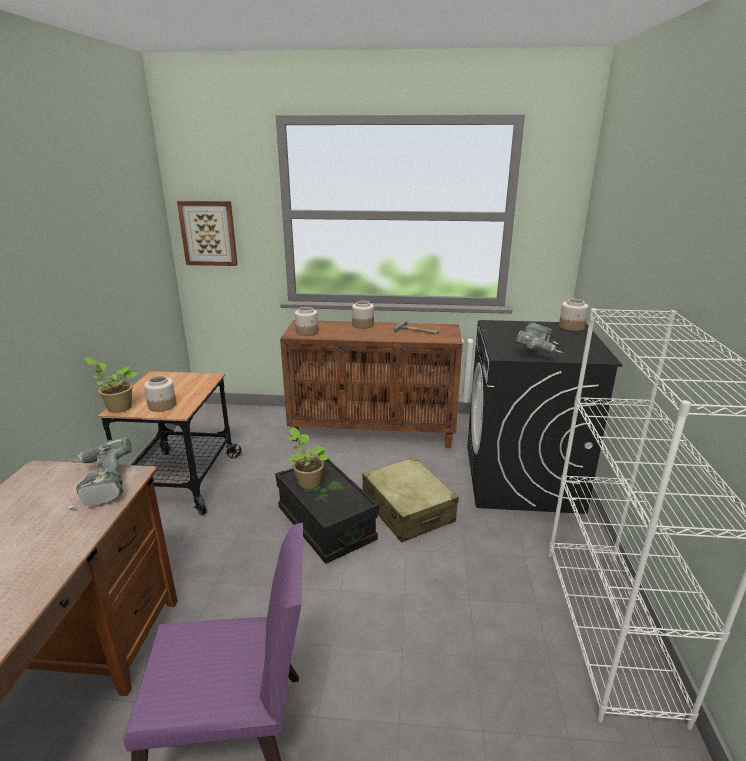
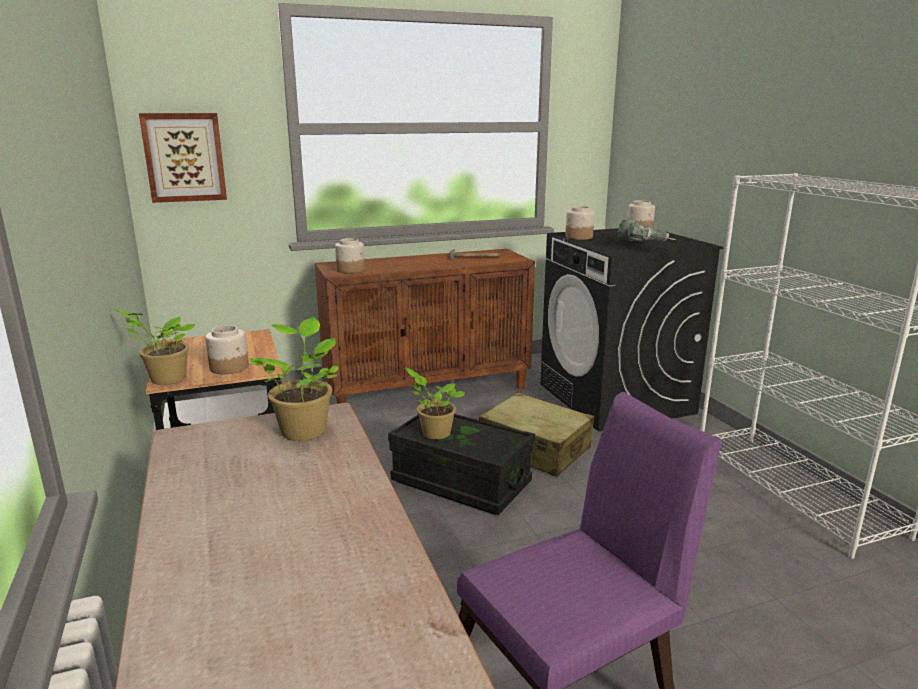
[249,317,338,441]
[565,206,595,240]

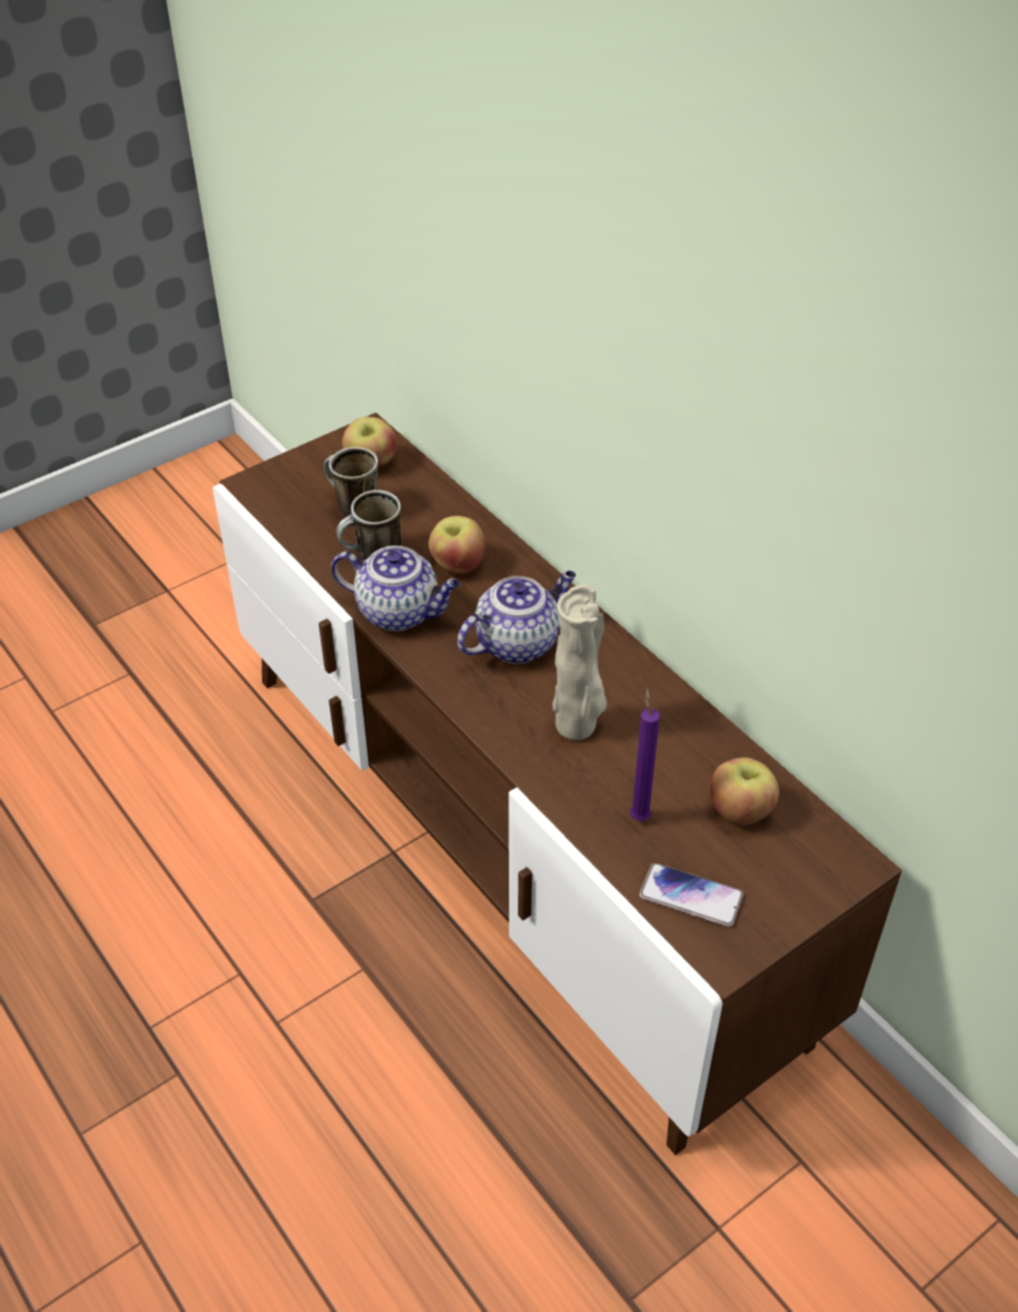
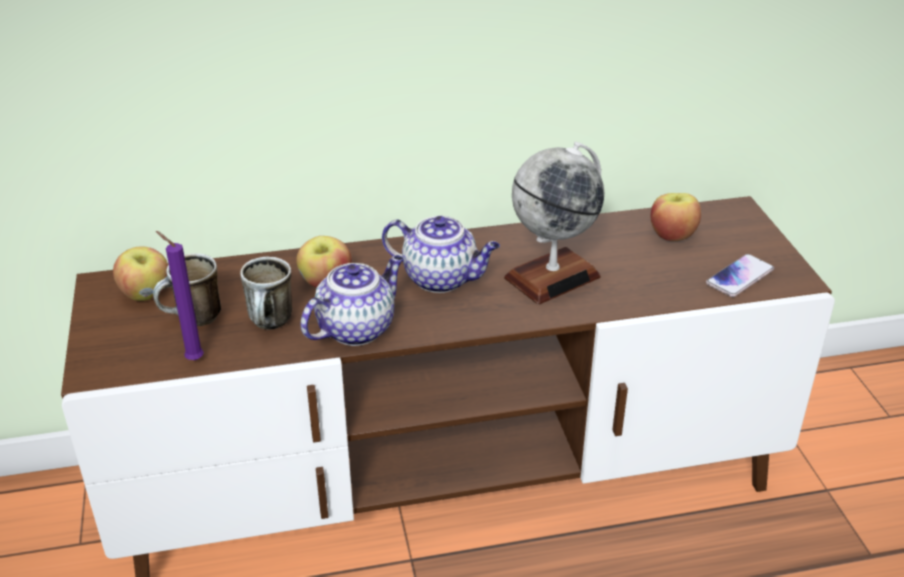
[156,231,204,360]
[382,216,500,293]
[504,142,605,305]

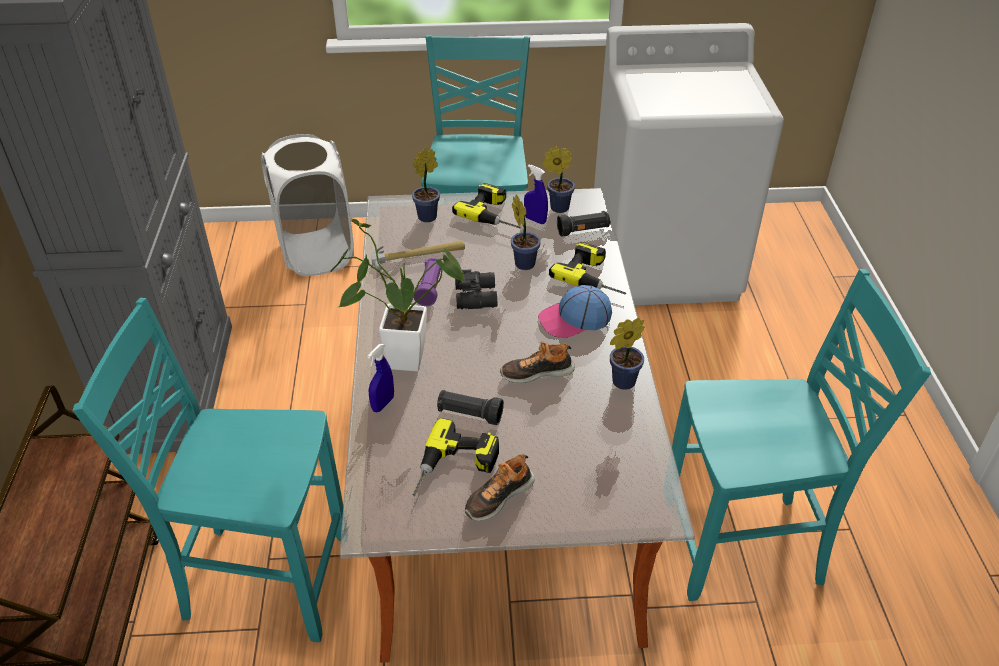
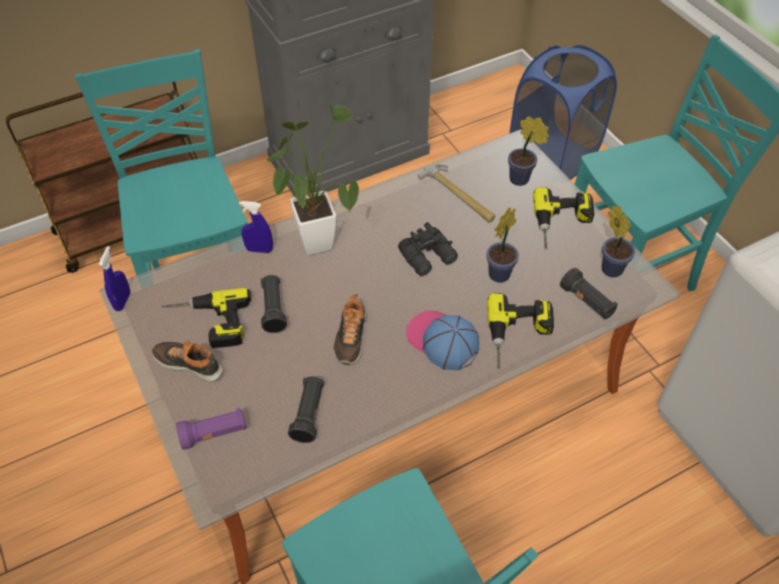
[99,246,130,311]
[176,407,247,450]
[288,376,324,443]
[333,294,367,365]
[509,45,617,180]
[610,318,645,390] (first image)

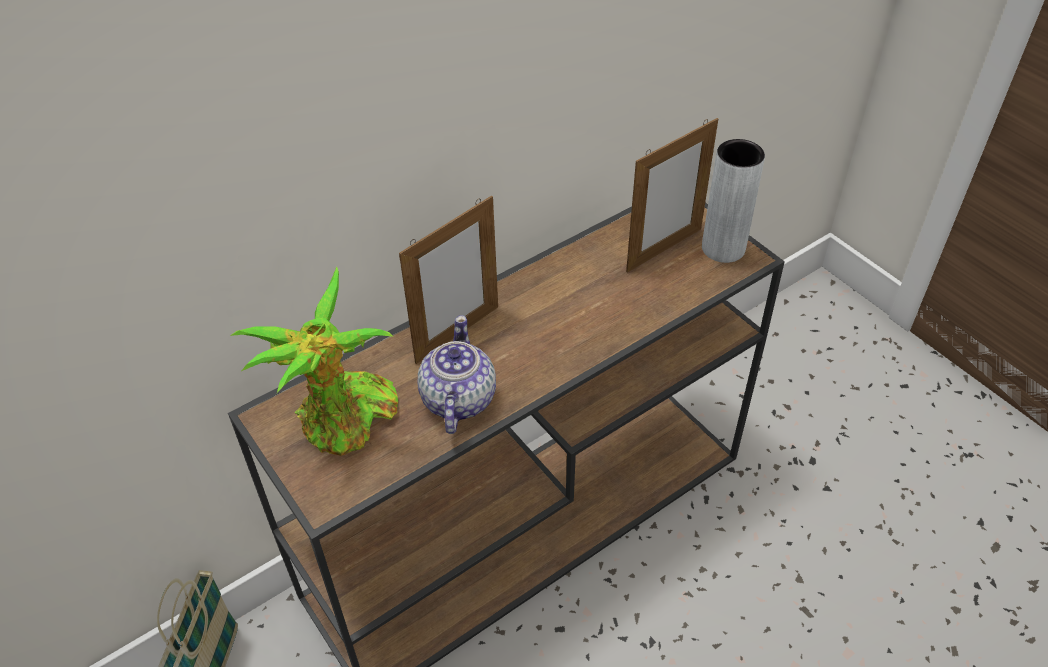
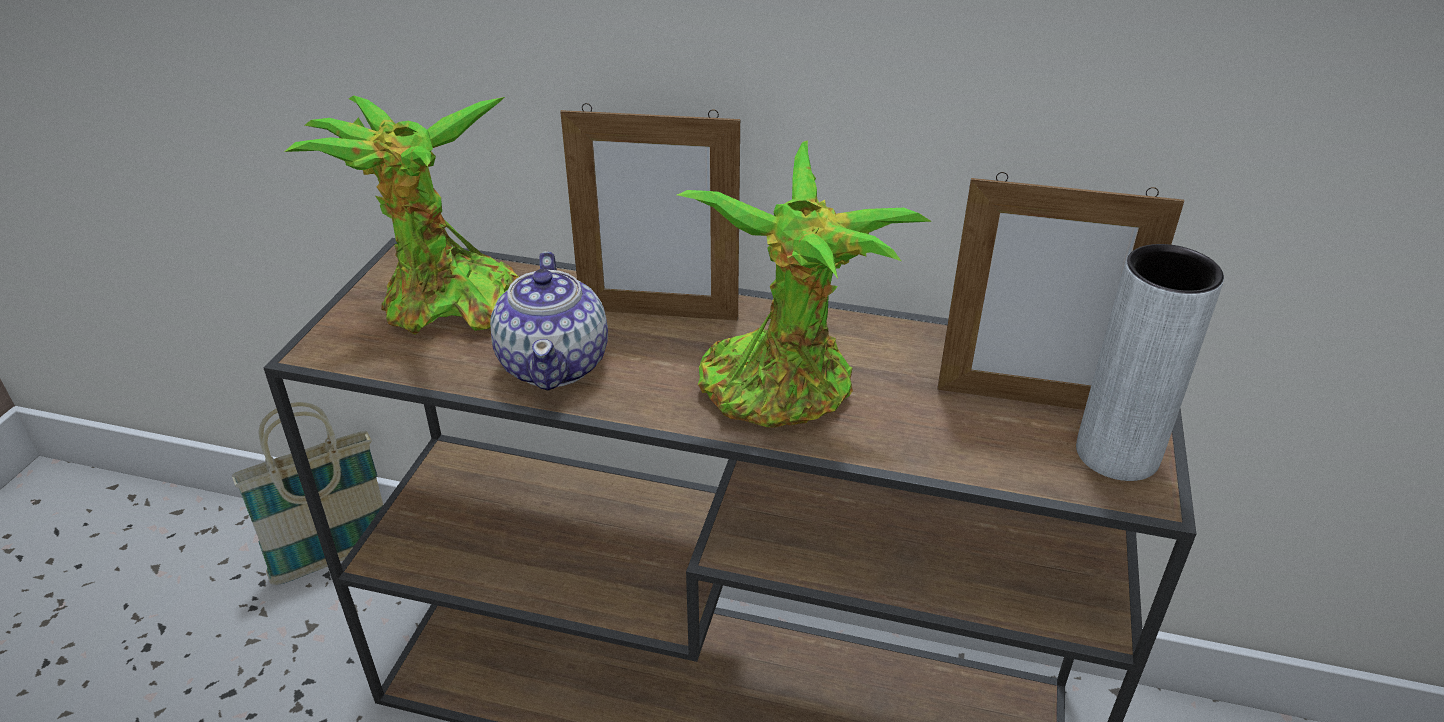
[490,252,608,391]
[677,140,932,428]

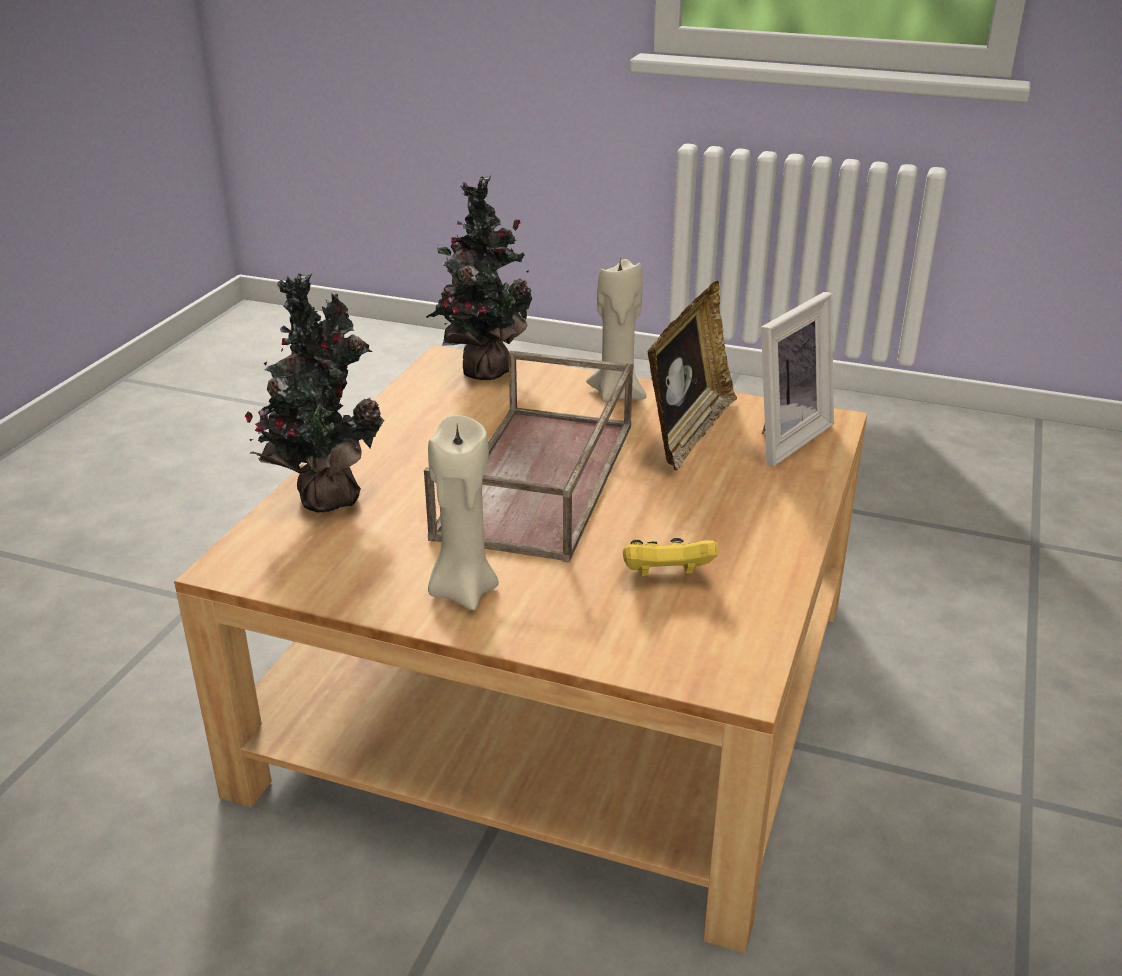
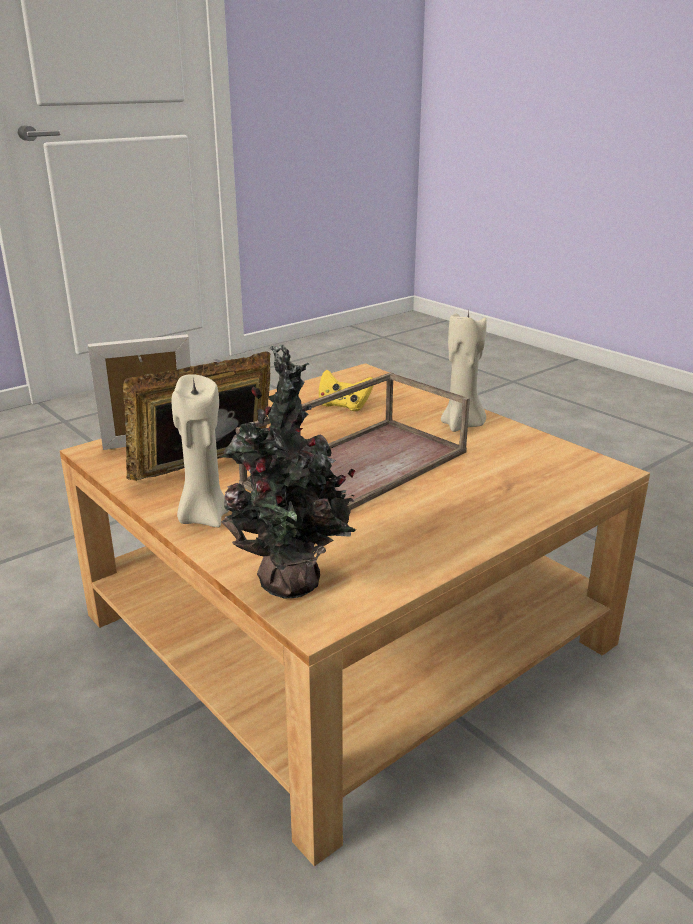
[245,273,385,513] (first image)

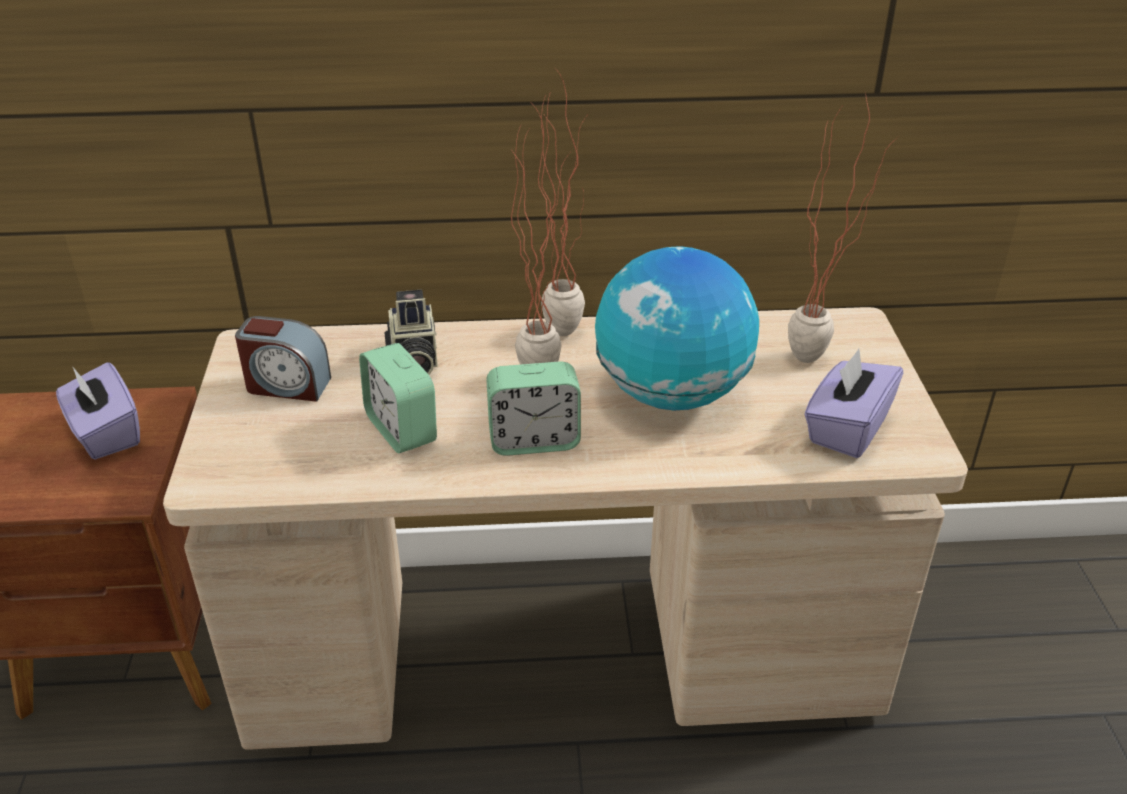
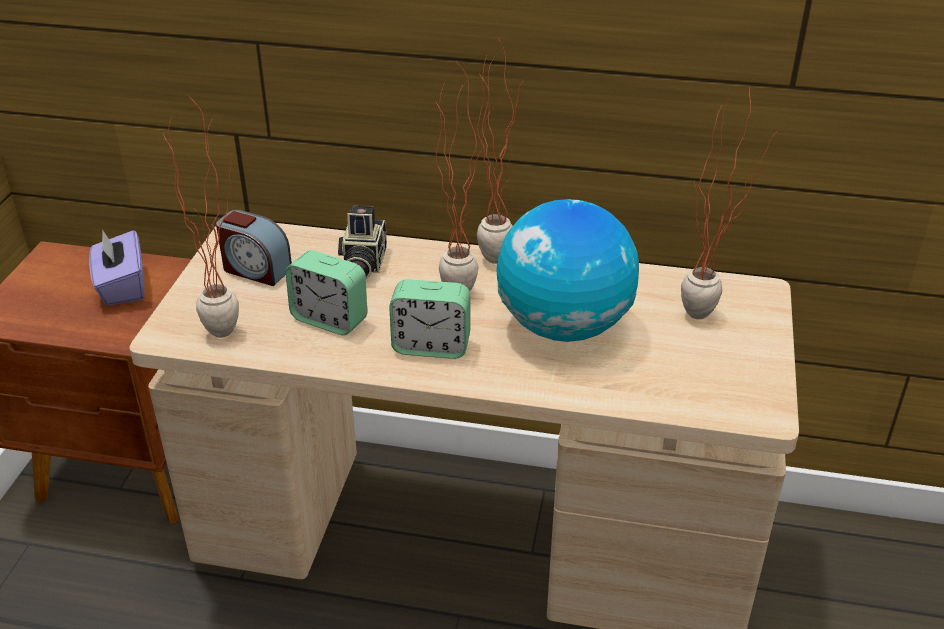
[163,101,239,338]
[286,250,367,335]
[804,349,903,458] (first image)

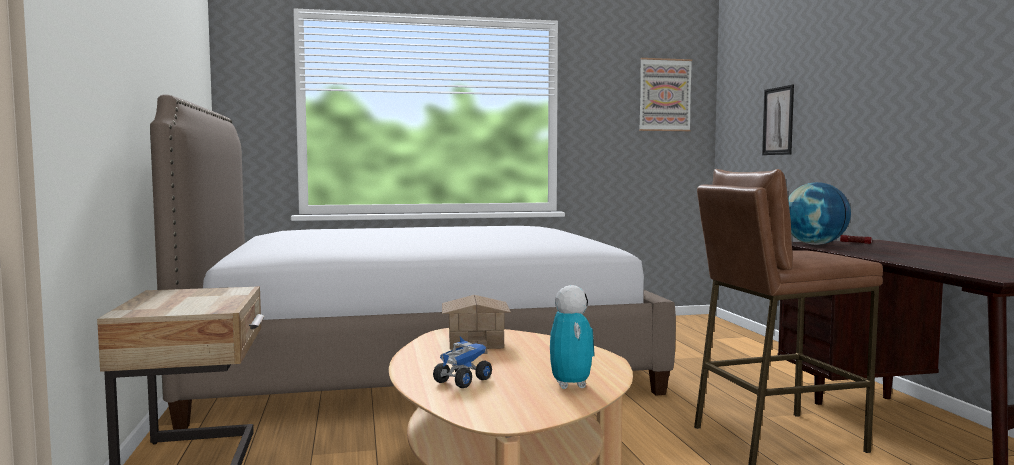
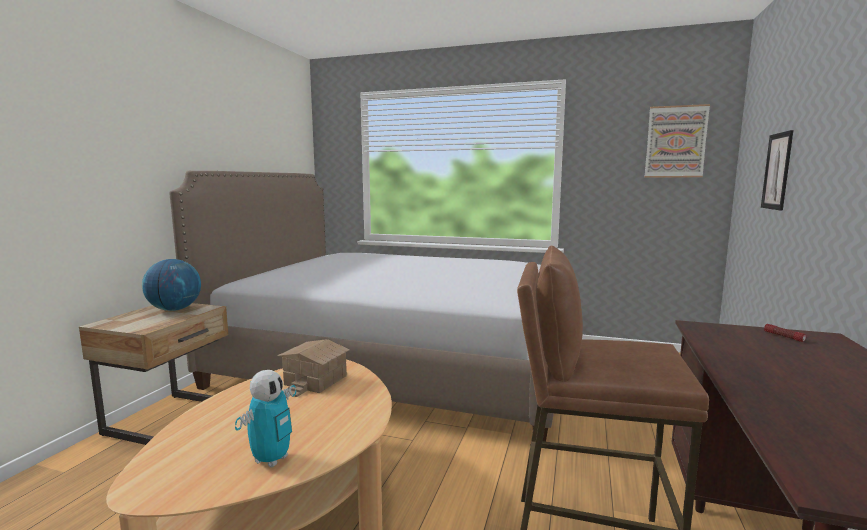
[142,259,201,311]
[433,337,492,388] (first image)

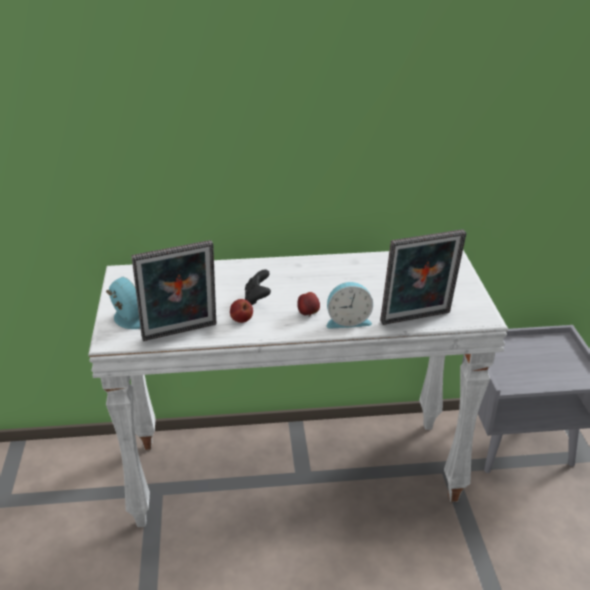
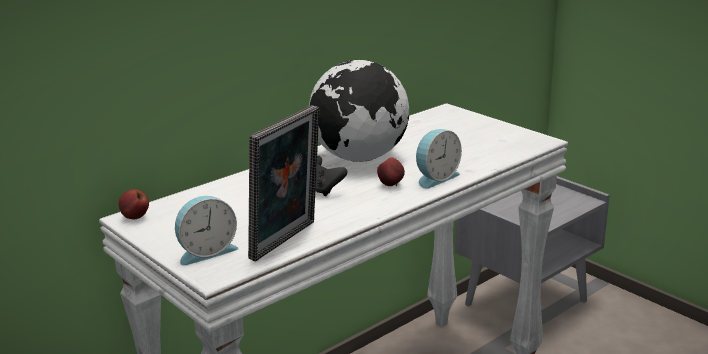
[119,189,149,219]
[175,196,239,266]
[309,60,409,162]
[380,229,466,325] (first image)

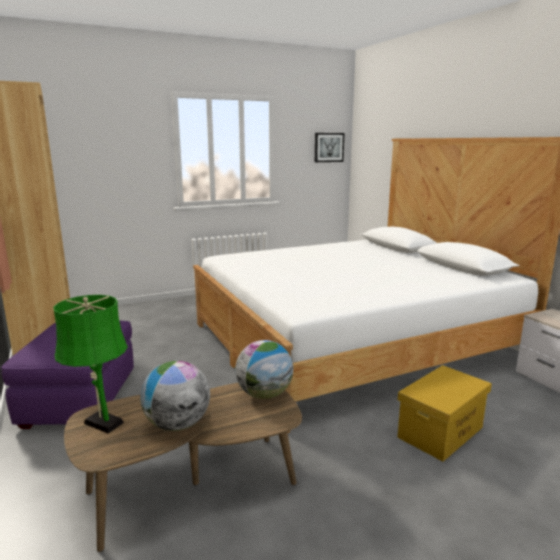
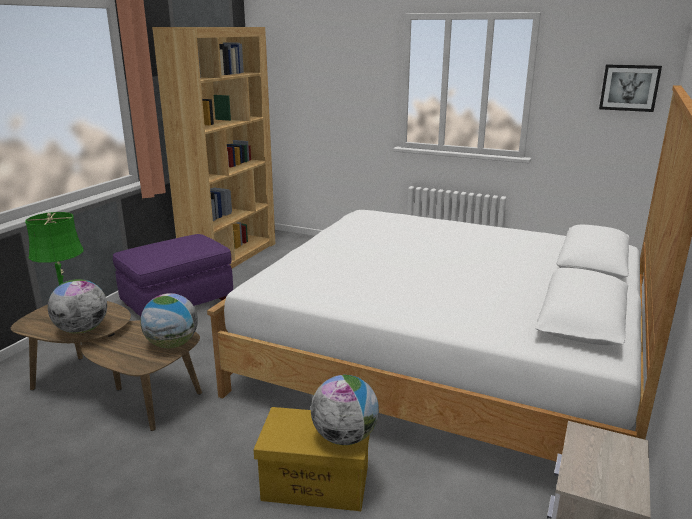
[311,375,379,445]

